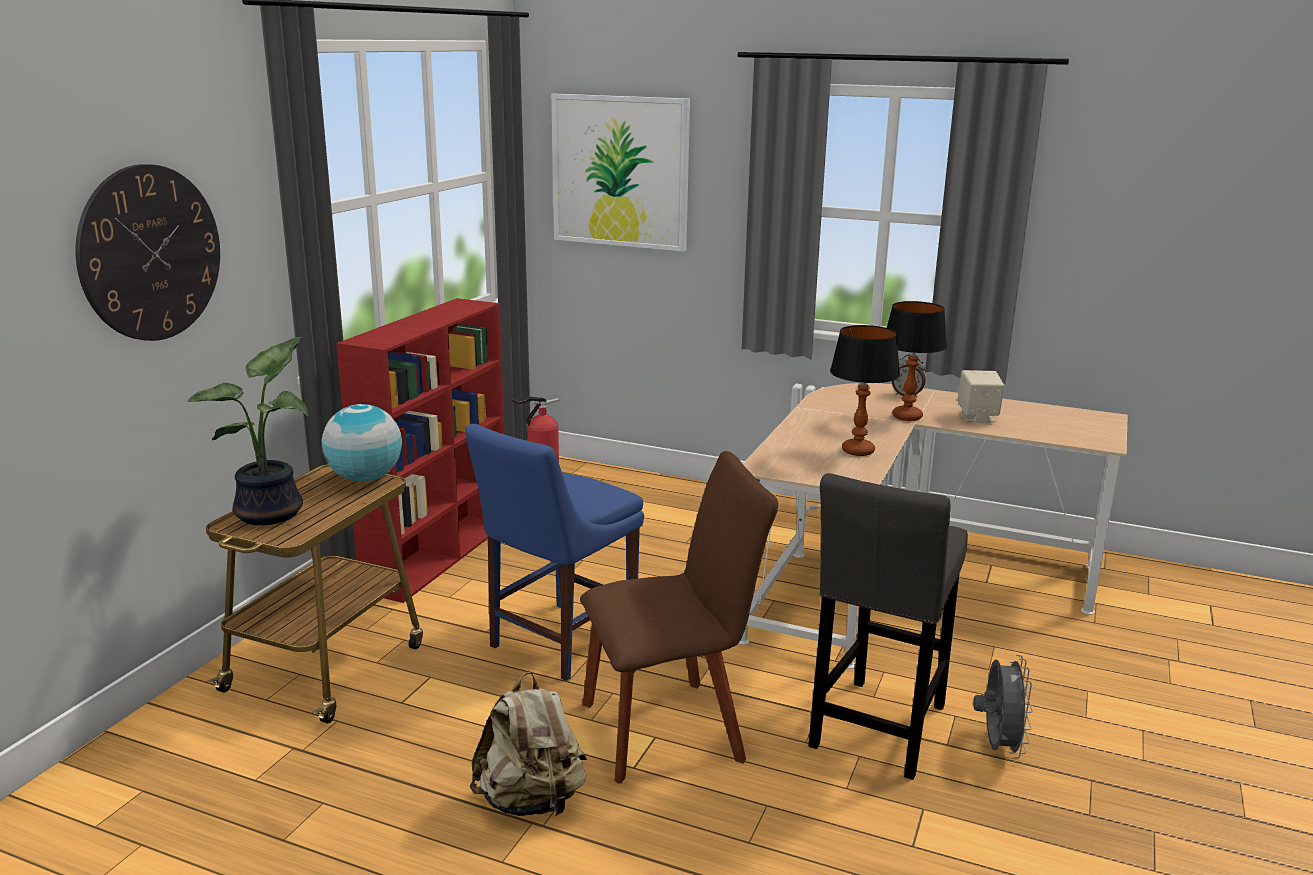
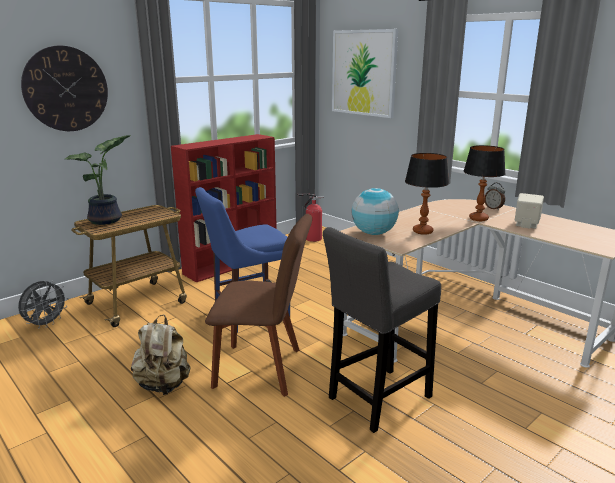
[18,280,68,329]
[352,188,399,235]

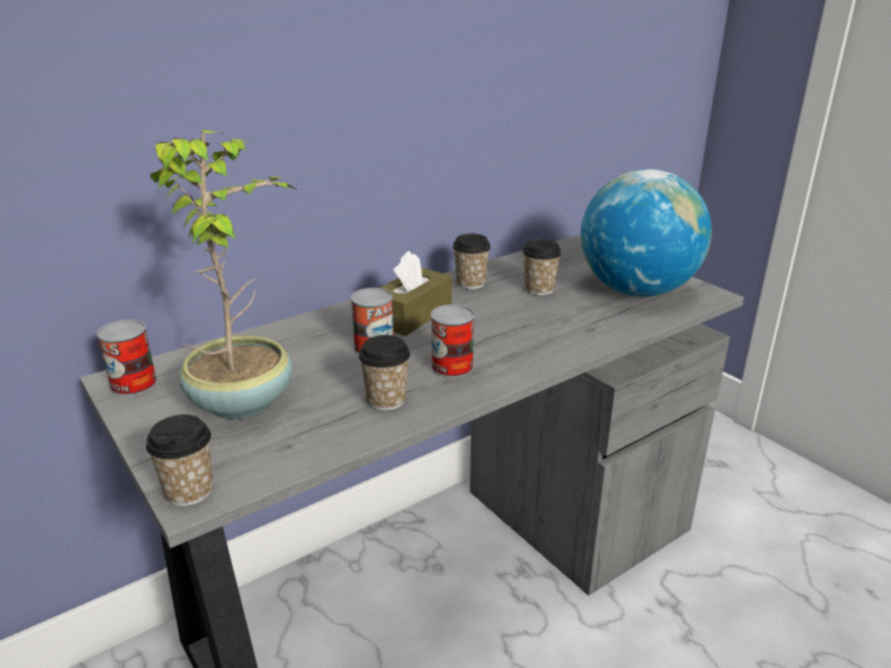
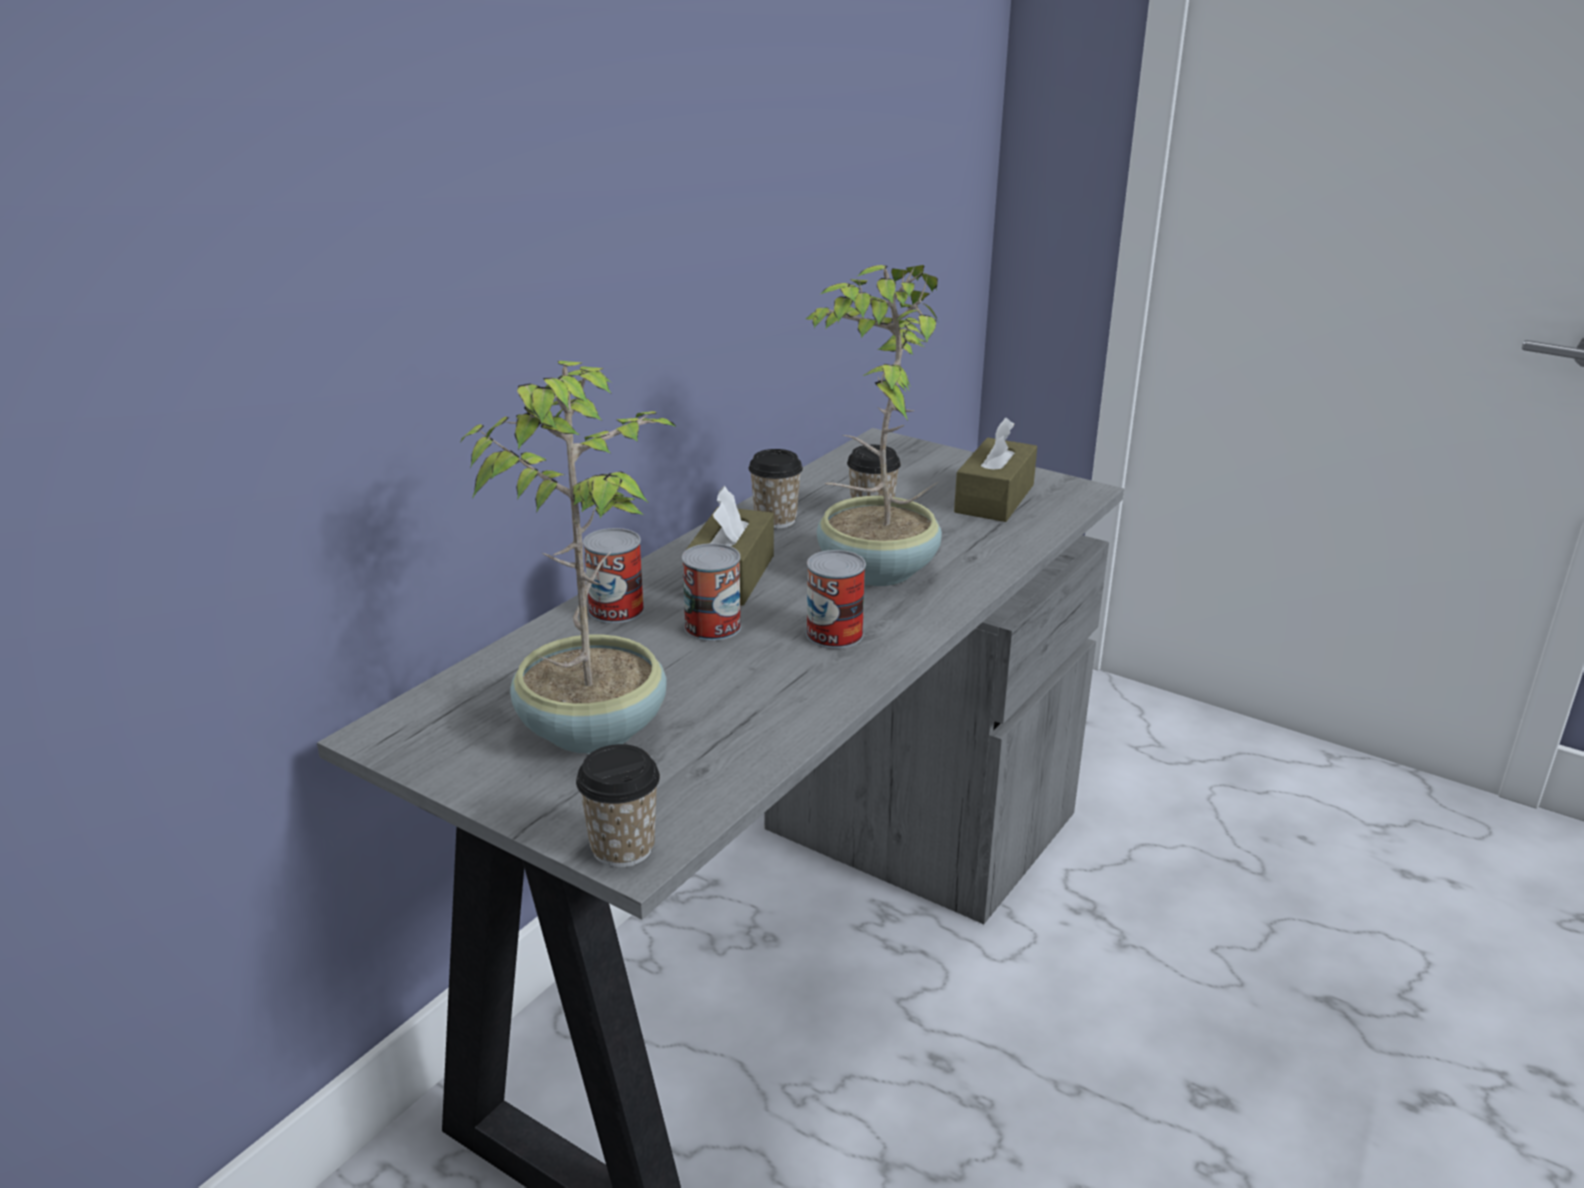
[583,528,644,624]
[806,265,942,586]
[954,418,1037,522]
[359,335,410,411] (first image)

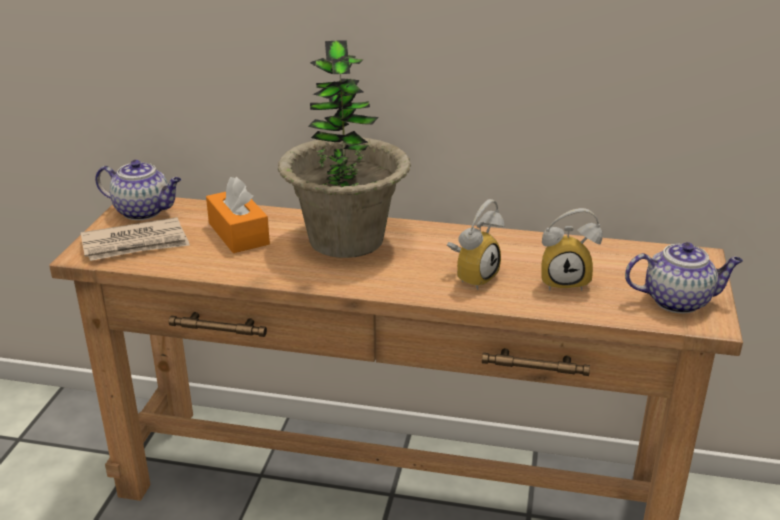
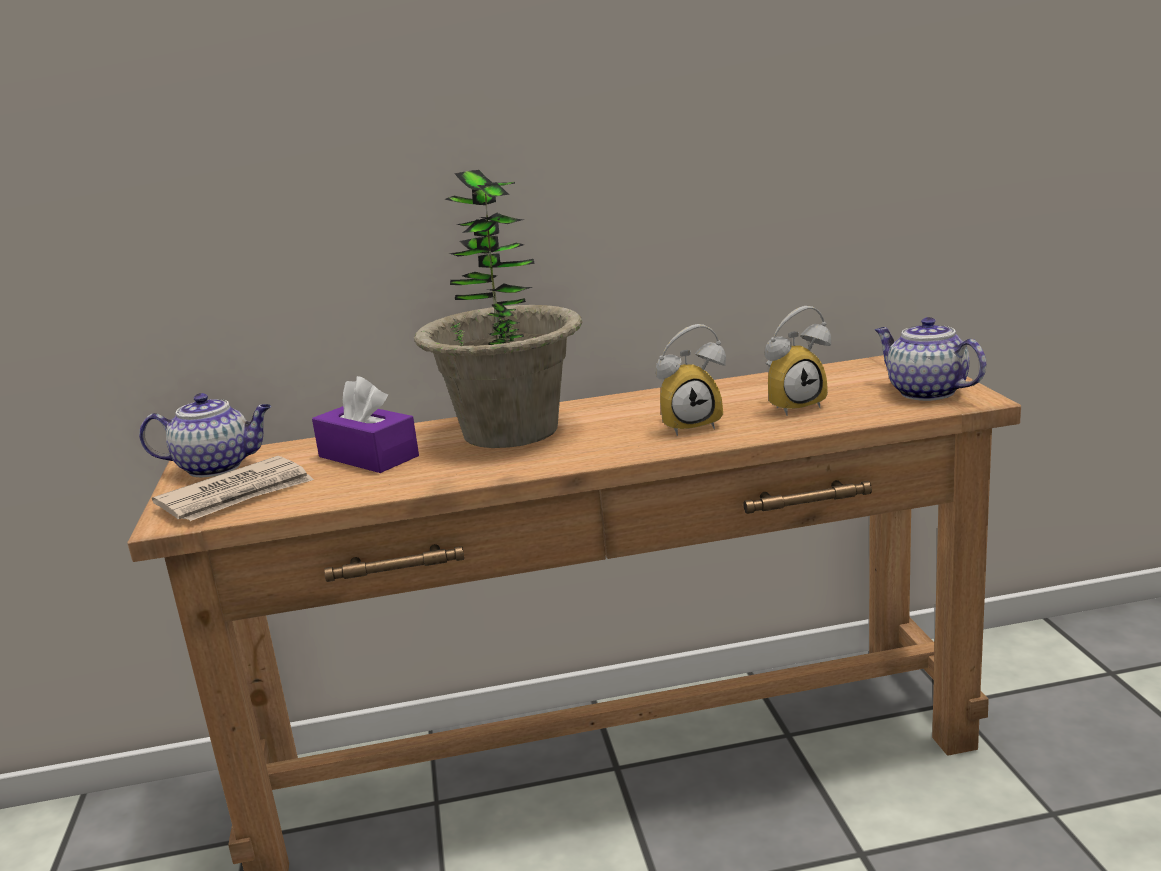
[312,376,419,473]
[656,324,726,436]
[875,317,986,401]

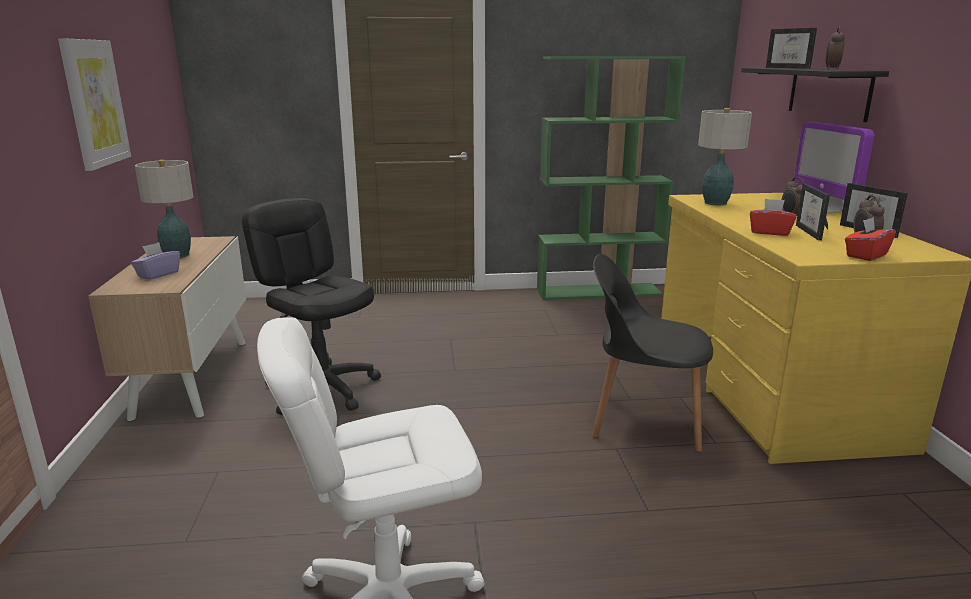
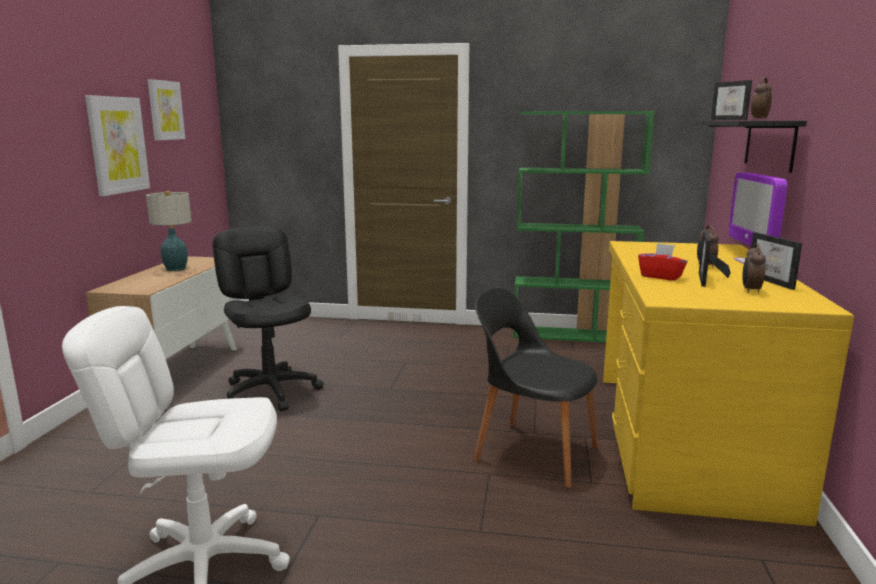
[147,79,185,140]
[131,242,180,280] (first image)
[698,108,752,205] (first image)
[845,217,896,261] (first image)

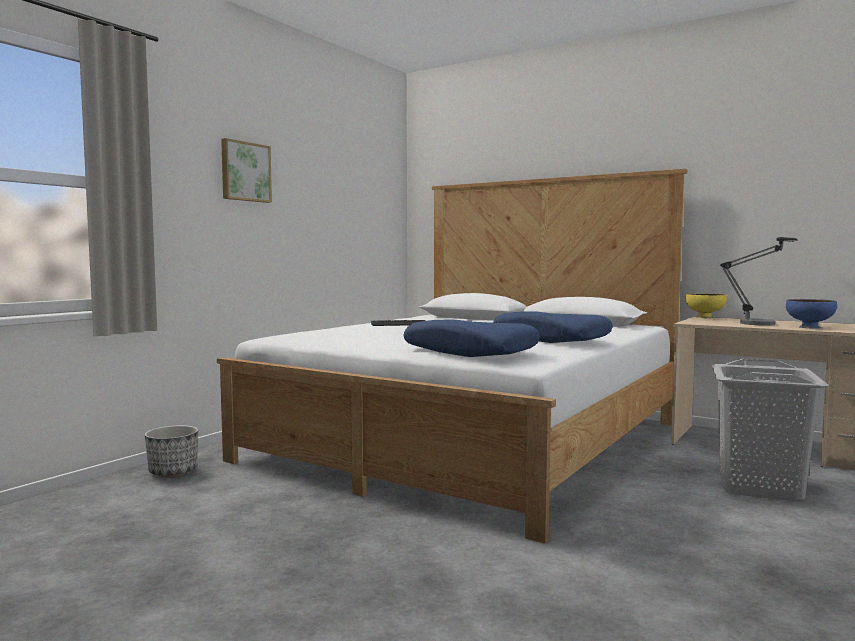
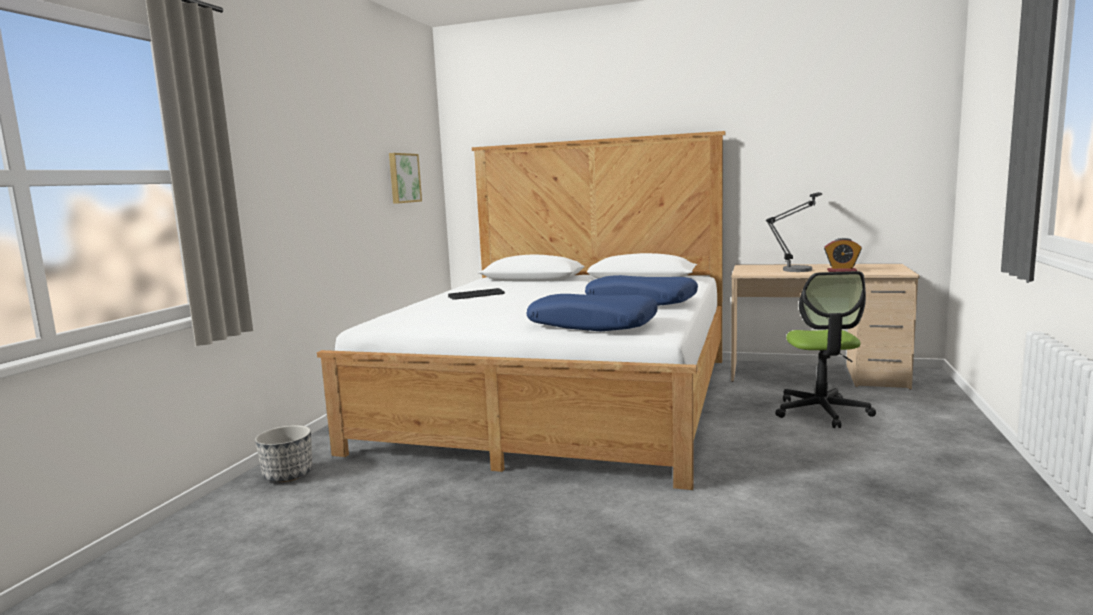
[389,153,422,204]
[775,271,876,428]
[824,238,862,272]
[685,293,727,318] (first image)

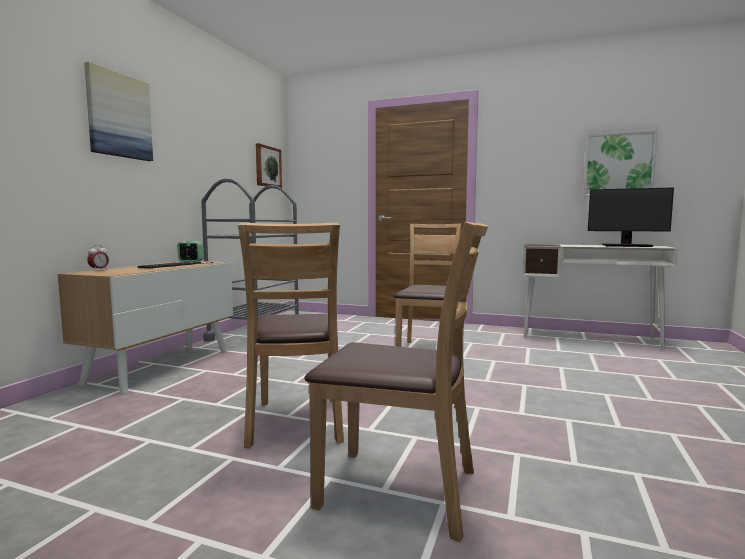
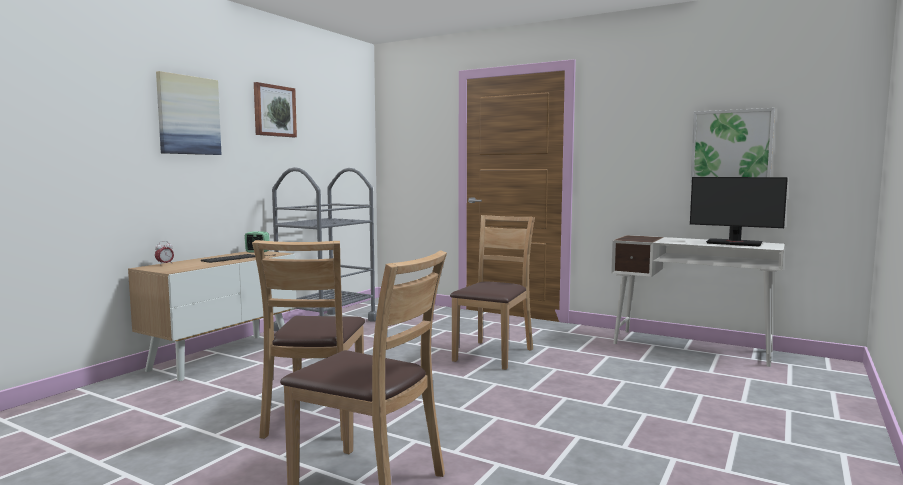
[254,82,297,137]

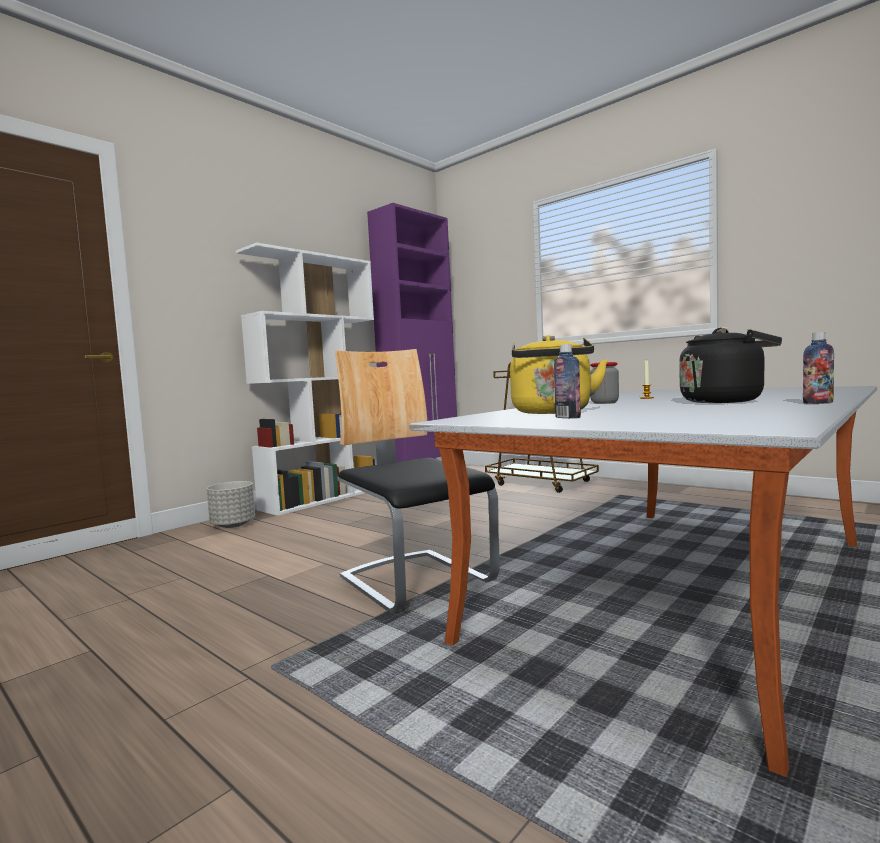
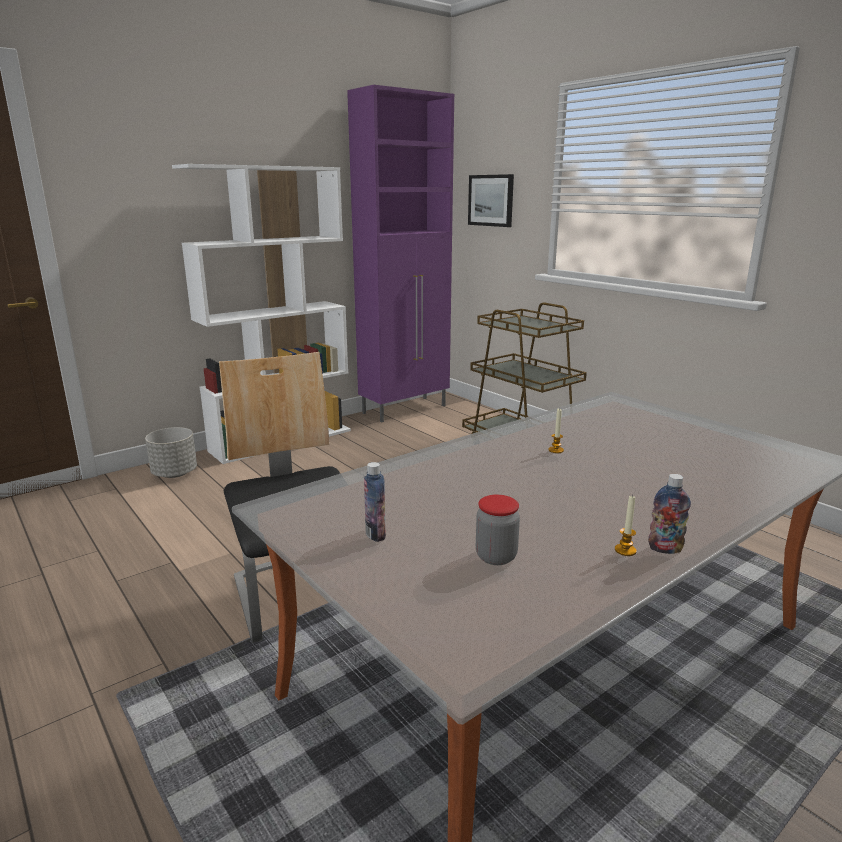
[468,174,514,227]
[476,495,520,565]
[615,495,637,556]
[510,335,608,414] (first image)
[679,328,782,403] (first image)

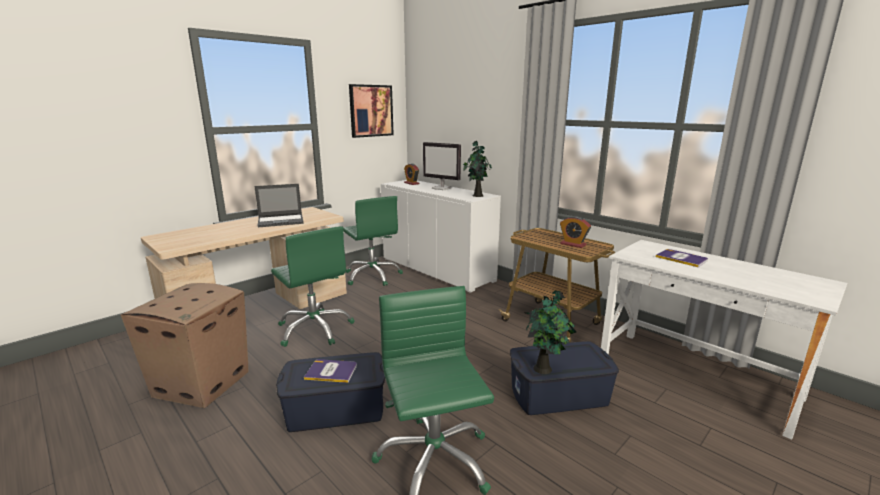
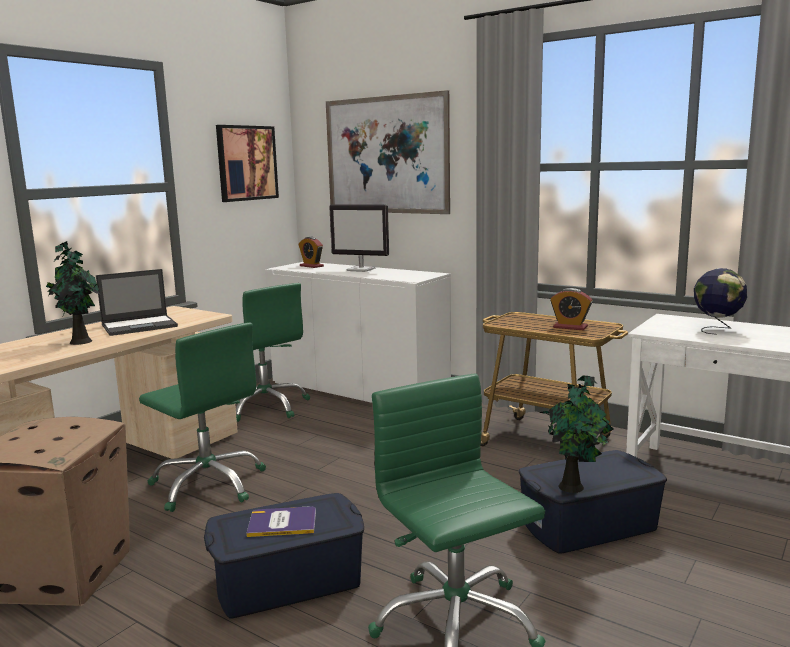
[46,241,100,345]
[326,90,450,214]
[694,268,747,335]

